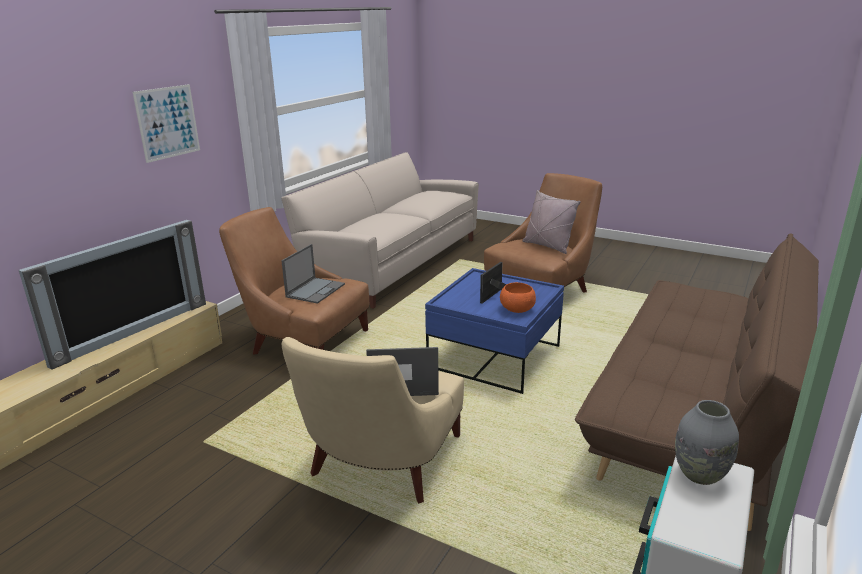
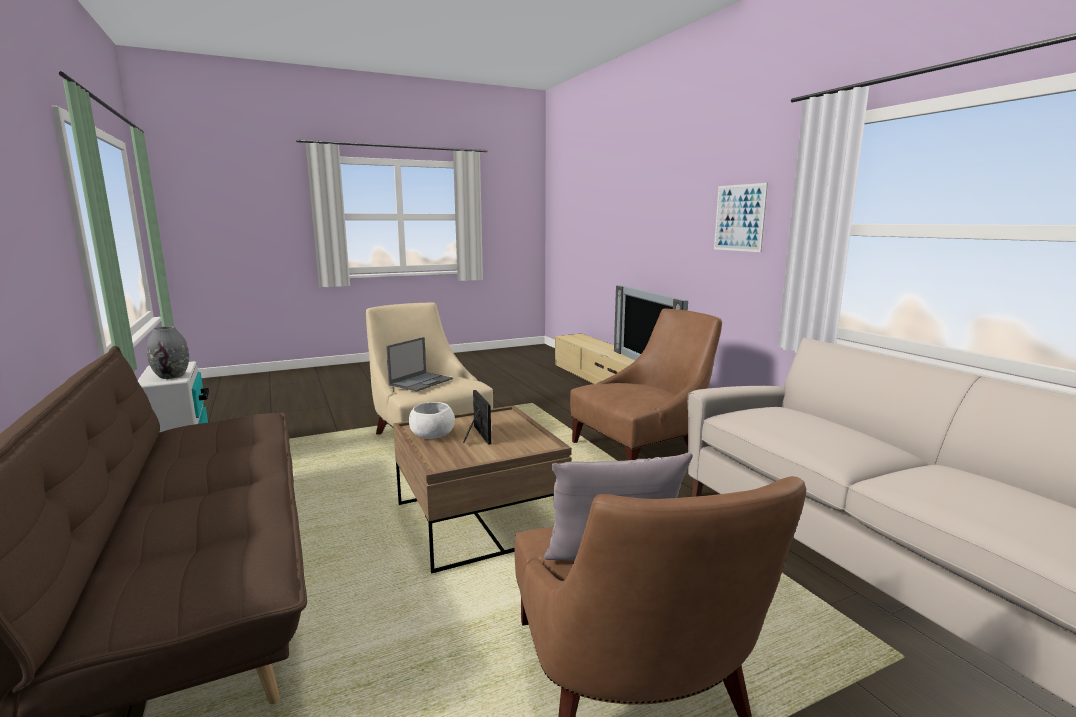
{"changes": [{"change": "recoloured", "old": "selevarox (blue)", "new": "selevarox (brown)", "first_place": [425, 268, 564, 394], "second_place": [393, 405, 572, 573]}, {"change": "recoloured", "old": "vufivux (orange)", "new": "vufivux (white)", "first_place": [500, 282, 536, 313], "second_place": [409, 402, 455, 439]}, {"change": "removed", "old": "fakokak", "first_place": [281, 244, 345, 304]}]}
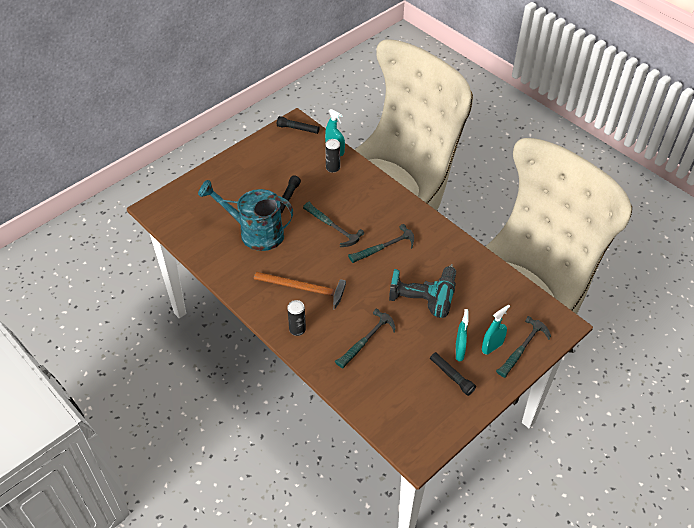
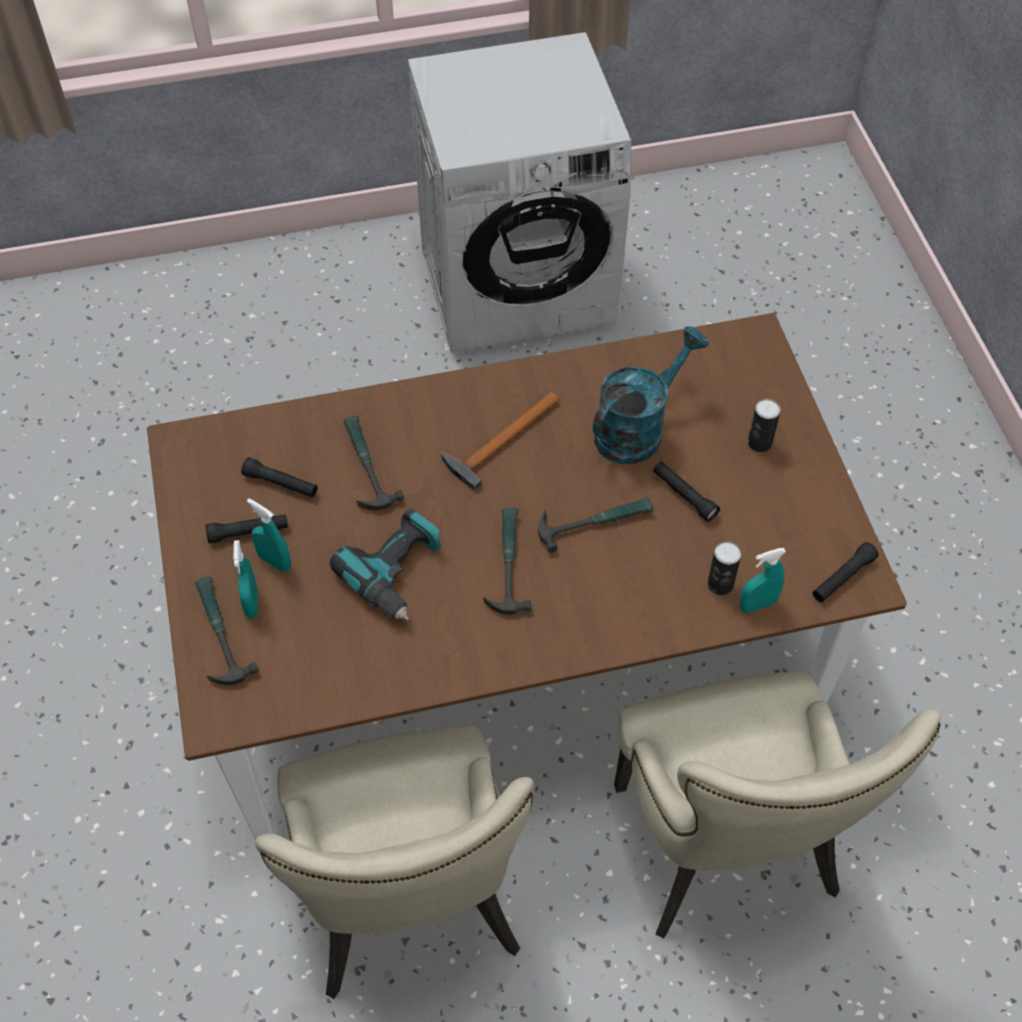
{"changes": [{"change": "added", "new": "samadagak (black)", "second_place": [241, 457, 318, 498]}, {"change": "moved", "old": "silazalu", "first_place": [287, 300, 306, 336], "second_place": [748, 399, 781, 452]}]}
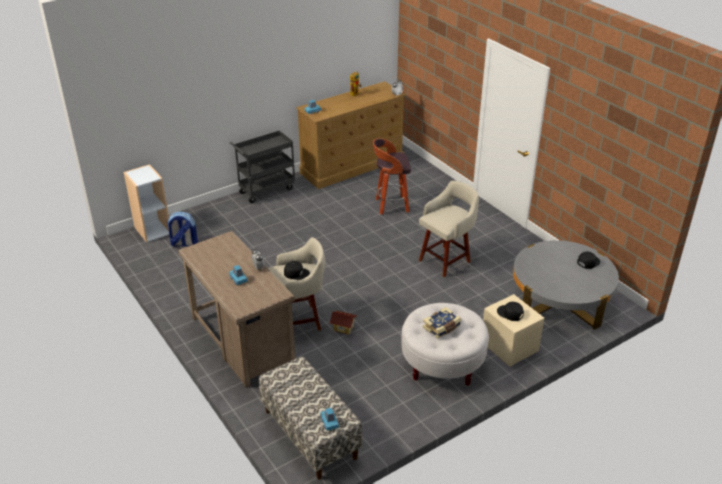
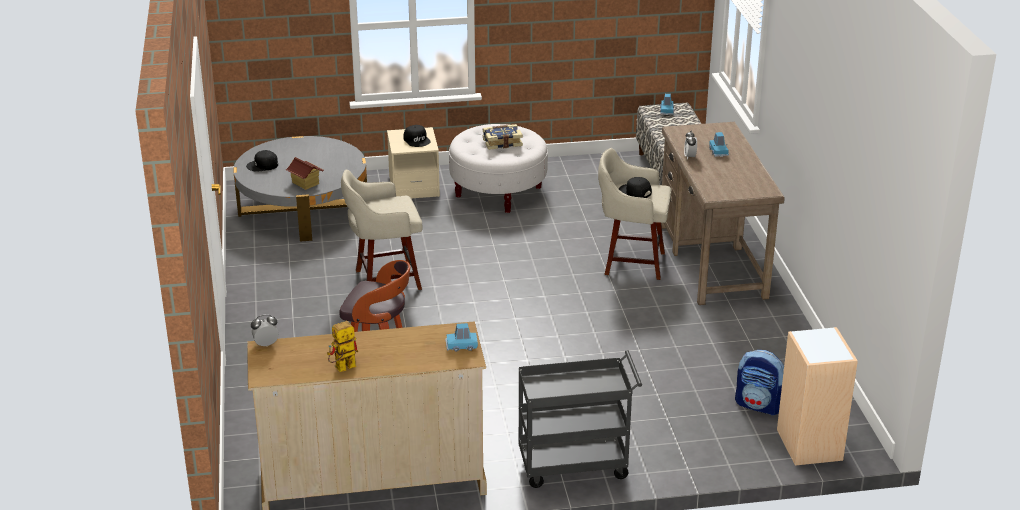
{"changes": [{"change": "moved", "old": "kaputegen", "first_place": [330, 311, 358, 335], "second_place": [285, 157, 324, 190]}]}
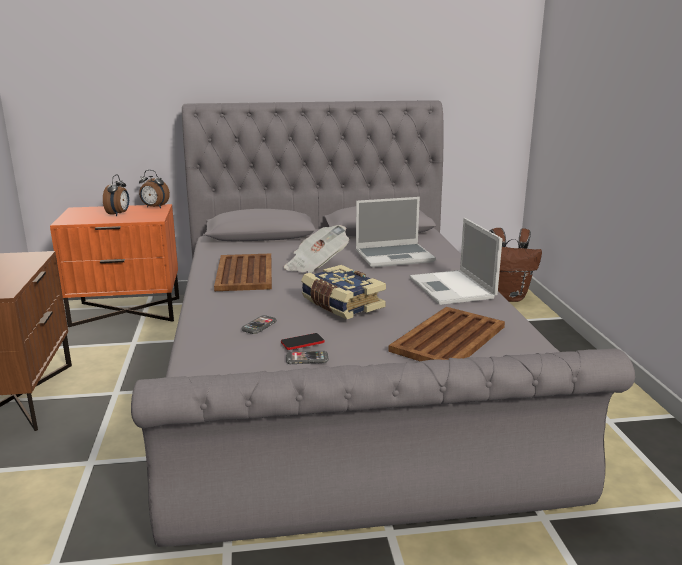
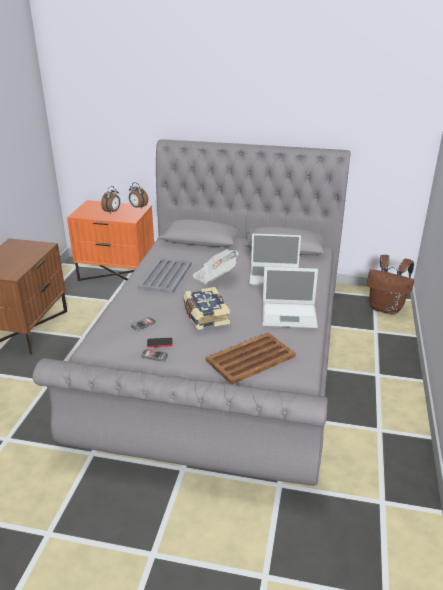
{"changes": [{"change": "recoloured", "old": "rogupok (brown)", "new": "rogupok (grey)", "first_place": [214, 253, 272, 291], "second_place": [137, 258, 192, 294]}, {"change": "turned", "old": "fakokak", "first_place": [409, 218, 502, 305], "second_place": [262, 267, 318, 328], "degrees": -90}]}
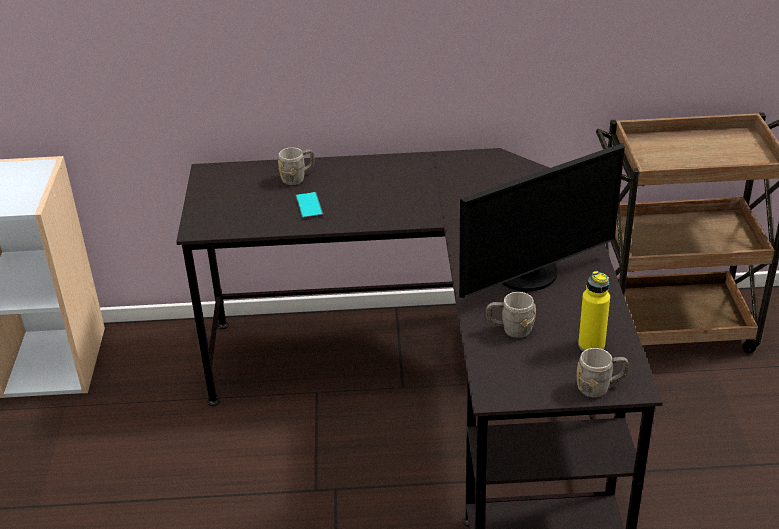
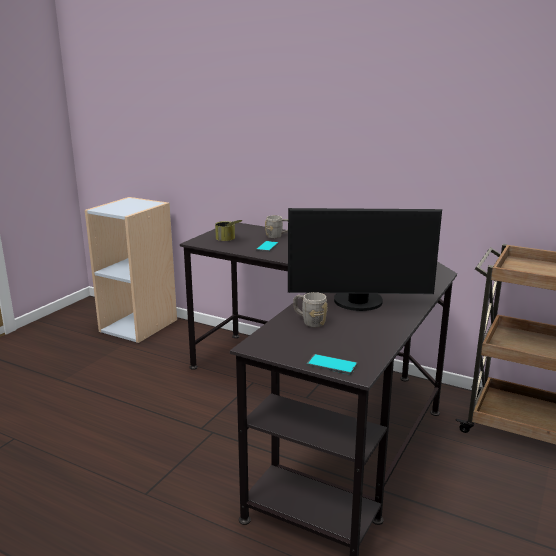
{"changes": [{"change": "added", "new": "silazalu", "second_place": [215, 220, 243, 241]}, {"change": "replaced", "old": "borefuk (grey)", "new": "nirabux", "first_place": [577, 348, 629, 398], "second_place": [307, 354, 357, 375]}, {"change": "removed", "old": "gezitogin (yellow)", "first_place": [578, 271, 610, 351]}]}
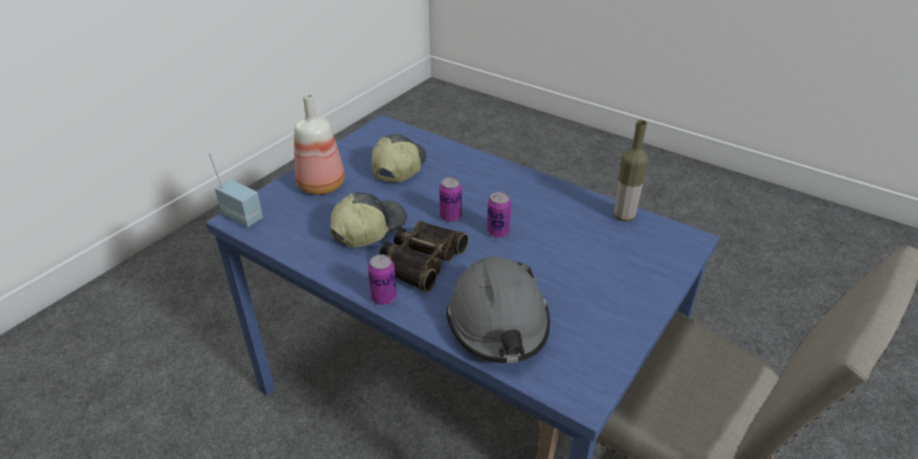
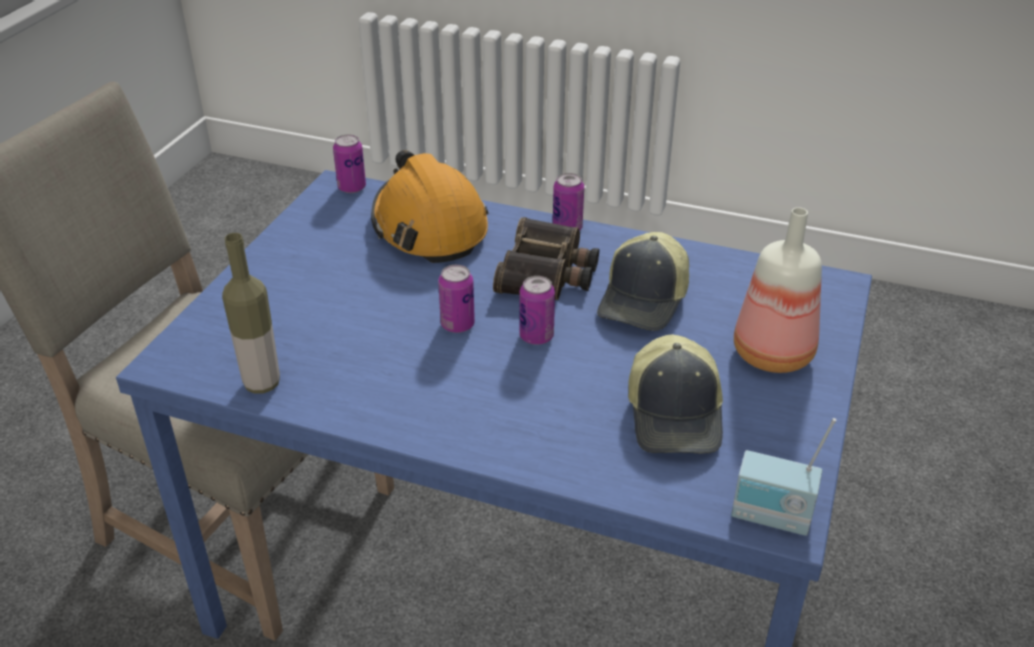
{"changes": [{"change": "added", "new": "silazalu", "second_place": [333, 134, 366, 193]}, {"change": "recoloured", "old": "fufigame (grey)", "new": "fufigame (orange)", "first_place": [446, 256, 550, 363], "second_place": [371, 150, 489, 263]}, {"change": "moved", "old": "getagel", "first_place": [208, 153, 263, 227], "second_place": [731, 418, 836, 536]}]}
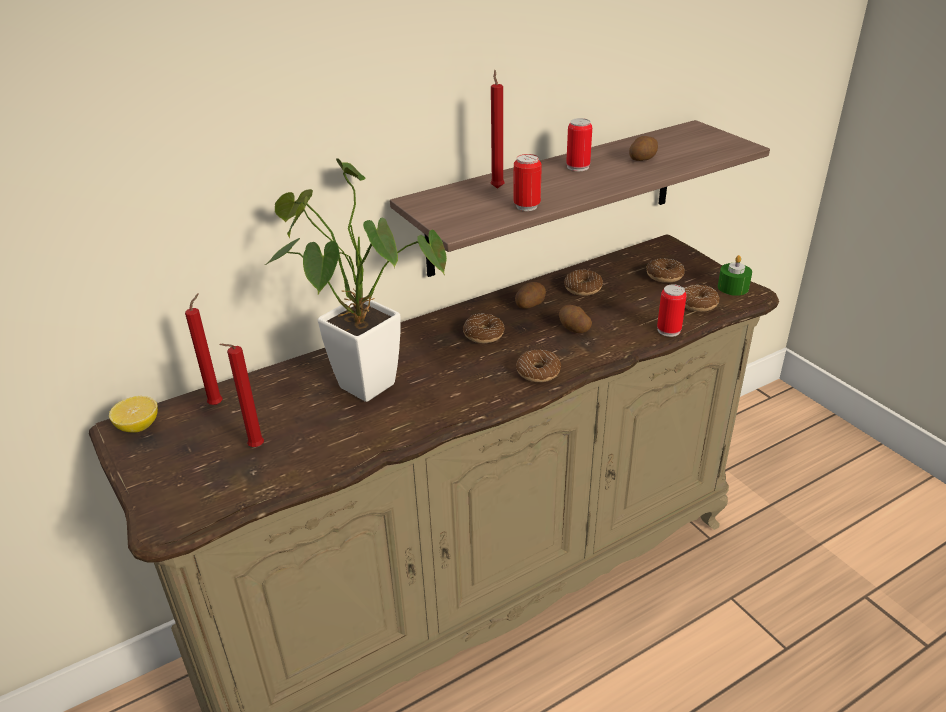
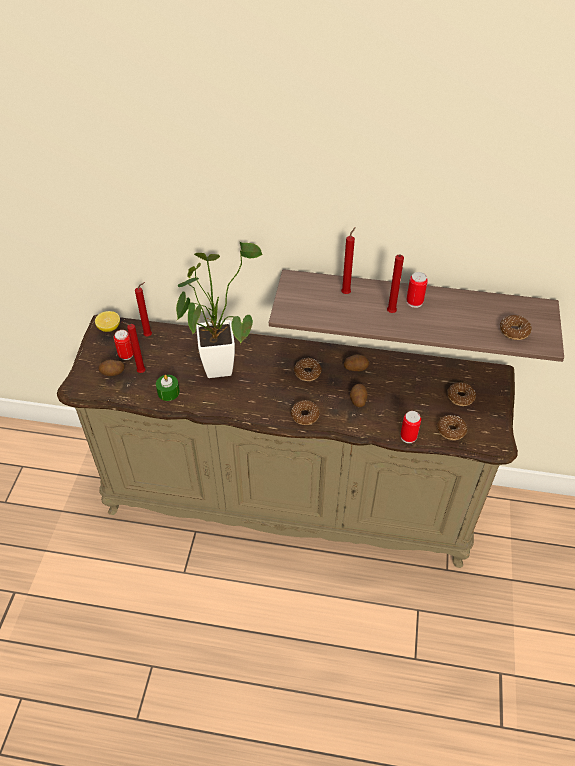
{"changes": [{"change": "moved", "old": "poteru", "first_place": [629, 136, 658, 161], "second_place": [98, 360, 125, 376]}, {"change": "moved", "old": "silazalu", "first_place": [513, 154, 542, 211], "second_place": [114, 330, 134, 360]}, {"change": "moved", "old": "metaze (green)", "first_place": [718, 255, 752, 296], "second_place": [156, 375, 180, 401]}, {"change": "added", "new": "metaze (red)", "second_place": [387, 255, 404, 313]}, {"change": "moved", "old": "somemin", "first_place": [564, 269, 603, 296], "second_place": [500, 315, 532, 340]}]}
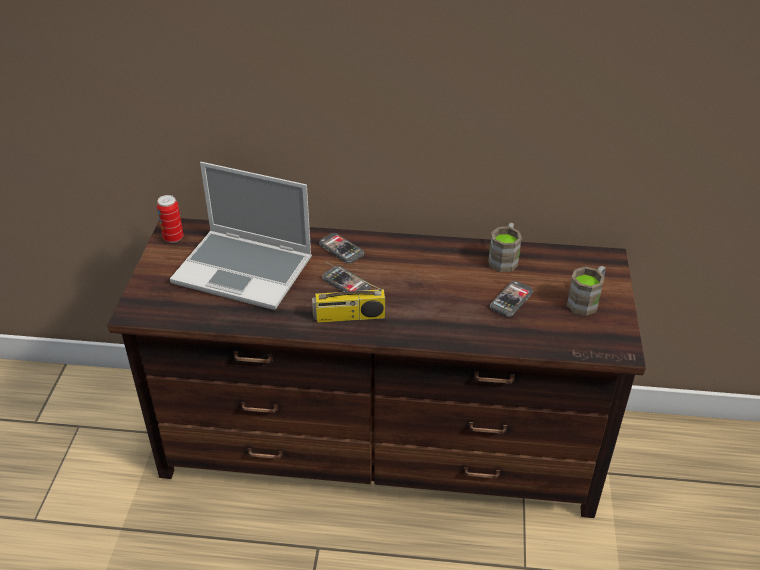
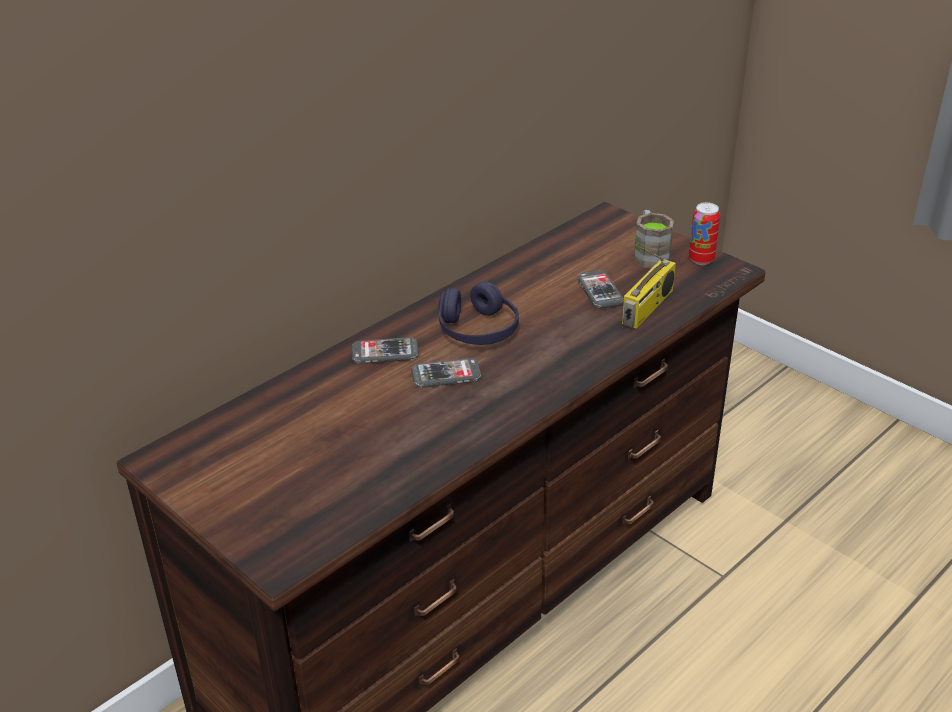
{"changes": [{"change": "added", "new": "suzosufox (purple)", "second_place": [438, 281, 519, 345]}, {"change": "moved", "old": "getagel", "first_place": [312, 261, 385, 323], "second_place": [622, 245, 676, 329]}, {"change": "moved", "old": "silazalu", "first_place": [157, 195, 183, 243], "second_place": [689, 202, 720, 265]}, {"change": "removed", "old": "fakokak", "first_place": [170, 162, 312, 310]}, {"change": "removed", "old": "borefuk (brown)", "first_place": [488, 223, 522, 272]}]}
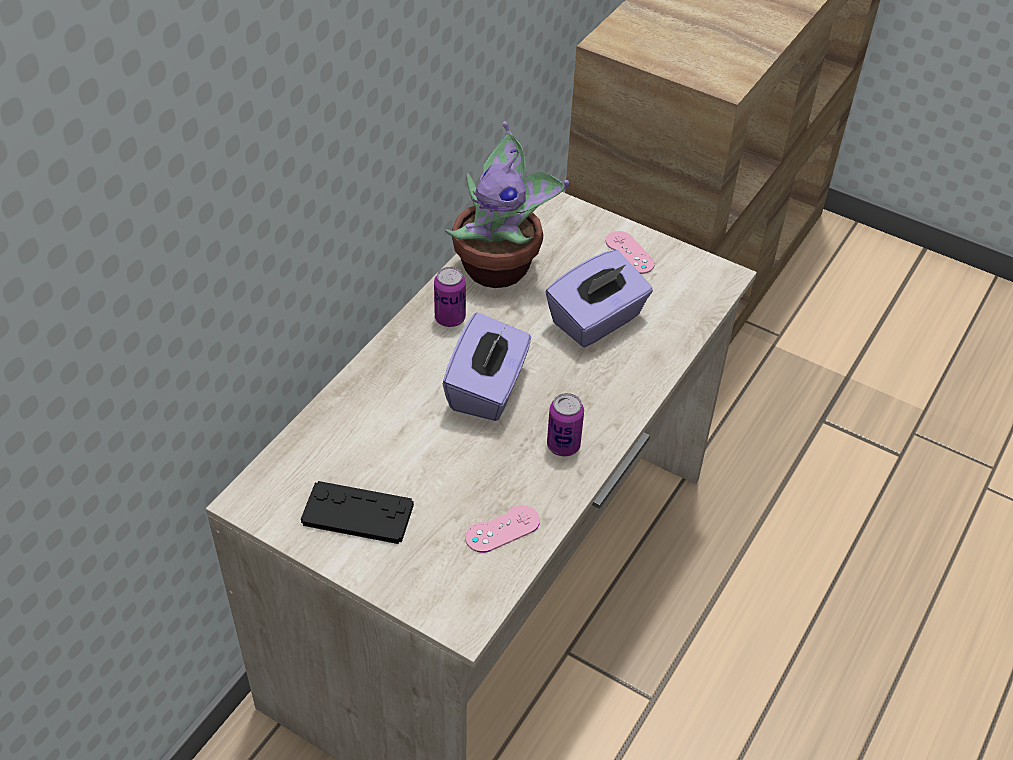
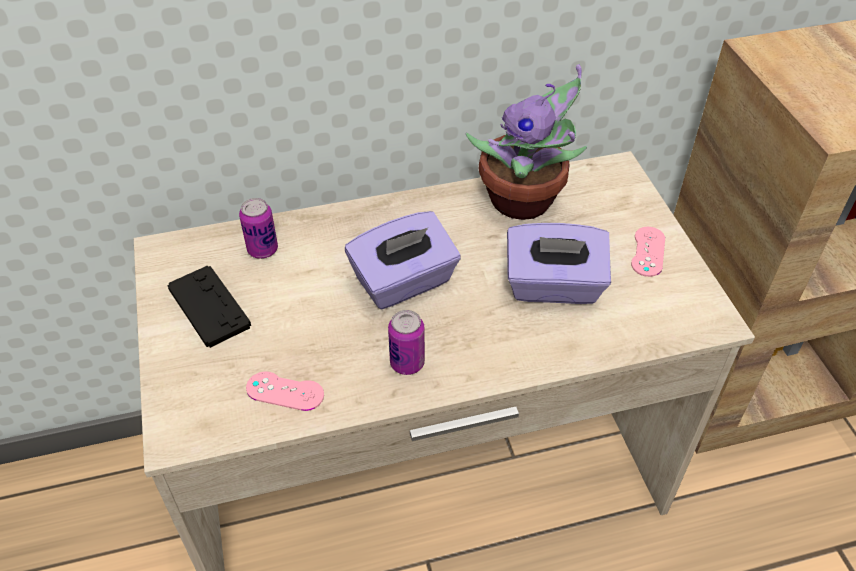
{"changes": [{"change": "moved", "old": "silazalu", "first_place": [434, 267, 466, 327], "second_place": [239, 198, 278, 259]}]}
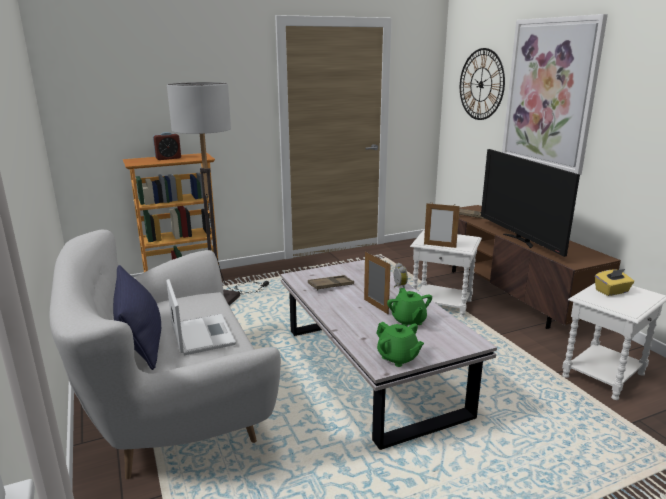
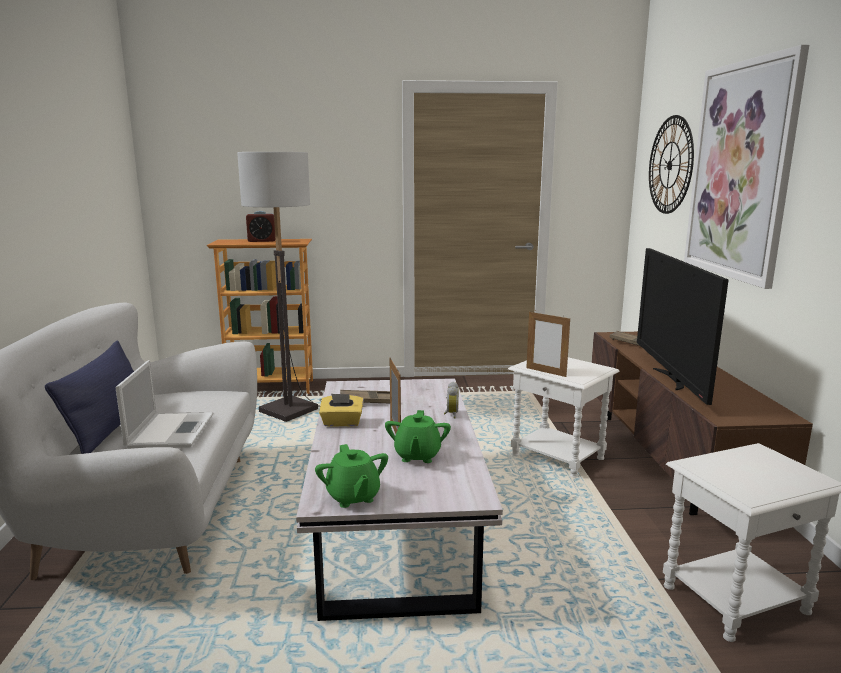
{"changes": [{"change": "moved", "old": "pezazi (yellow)", "first_place": [595, 269, 634, 296], "second_place": [319, 394, 364, 427]}]}
